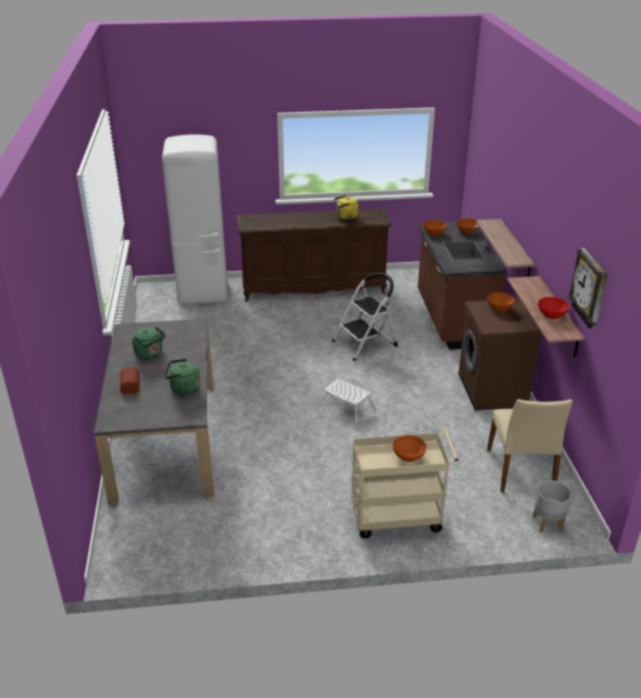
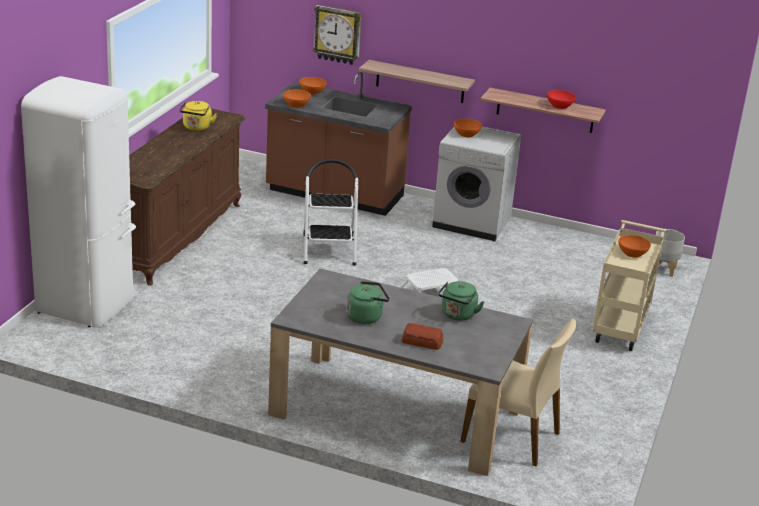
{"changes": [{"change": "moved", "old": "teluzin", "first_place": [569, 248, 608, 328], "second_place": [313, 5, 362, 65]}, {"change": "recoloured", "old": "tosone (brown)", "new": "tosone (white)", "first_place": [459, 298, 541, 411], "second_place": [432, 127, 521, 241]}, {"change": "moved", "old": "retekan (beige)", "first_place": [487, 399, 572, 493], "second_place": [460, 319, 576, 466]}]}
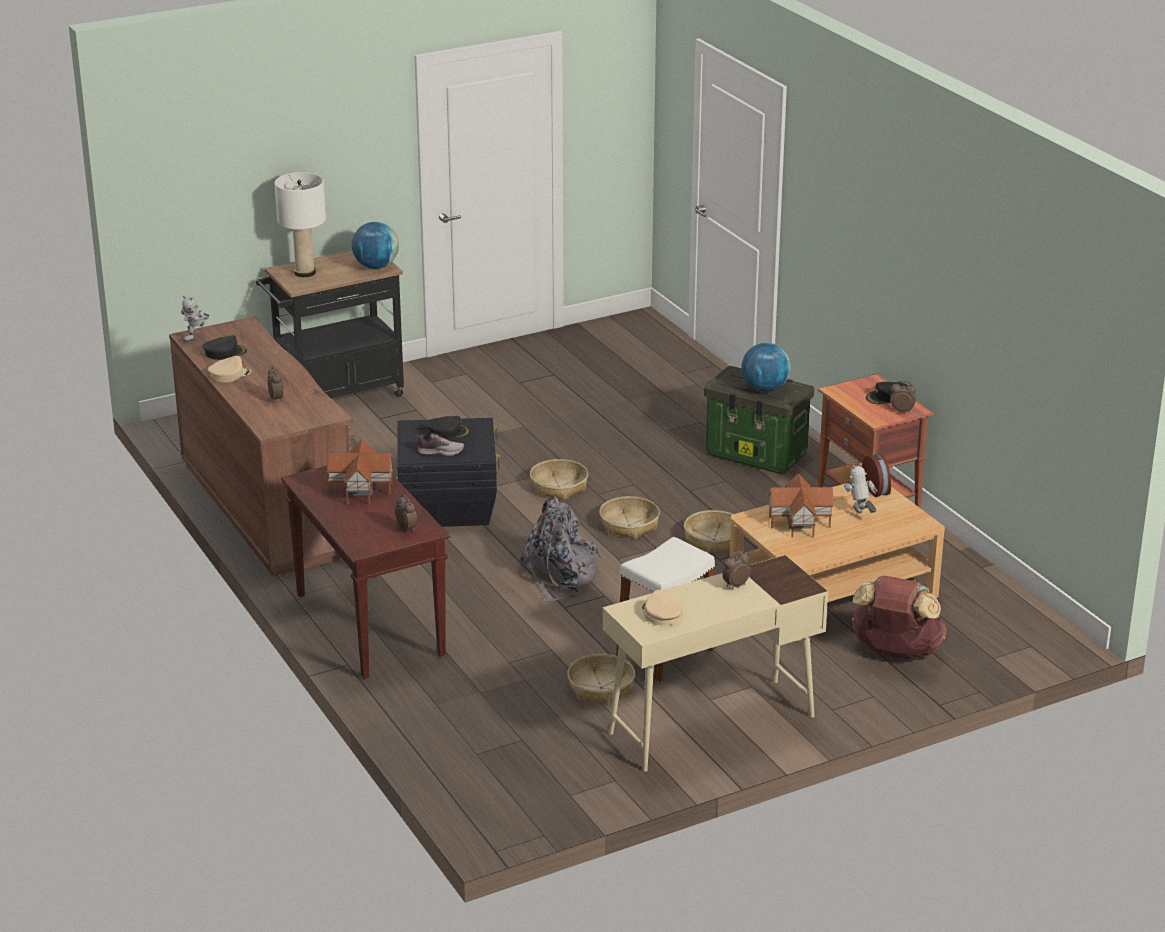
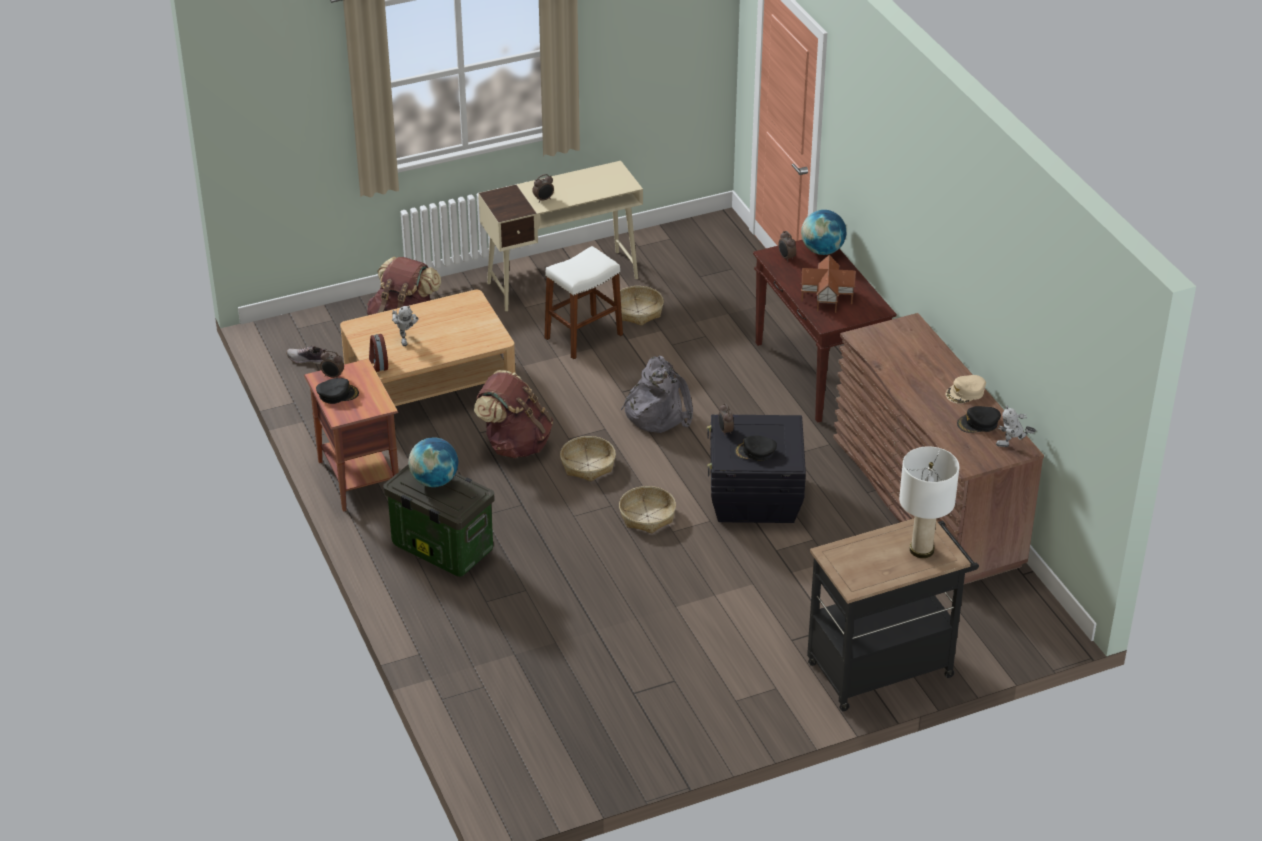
{"changes": [{"change": "moved", "old": "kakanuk", "first_place": [416, 433, 464, 456], "second_place": [287, 345, 326, 364]}, {"change": "replaced", "old": "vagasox", "new": "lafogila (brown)", "first_place": [684, 510, 733, 554], "second_place": [474, 370, 553, 458]}, {"change": "moved", "old": "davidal", "first_place": [268, 366, 283, 402], "second_place": [718, 403, 734, 436]}, {"change": "moved", "old": "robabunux", "first_place": [352, 222, 399, 269], "second_place": [801, 210, 846, 255]}, {"change": "turned", "old": "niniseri", "first_place": [181, 296, 209, 342], "second_place": [996, 406, 1036, 447], "degrees": -135}, {"change": "removed", "old": "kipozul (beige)", "first_place": [642, 590, 683, 626]}, {"change": "removed", "old": "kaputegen", "first_place": [768, 473, 834, 538]}]}
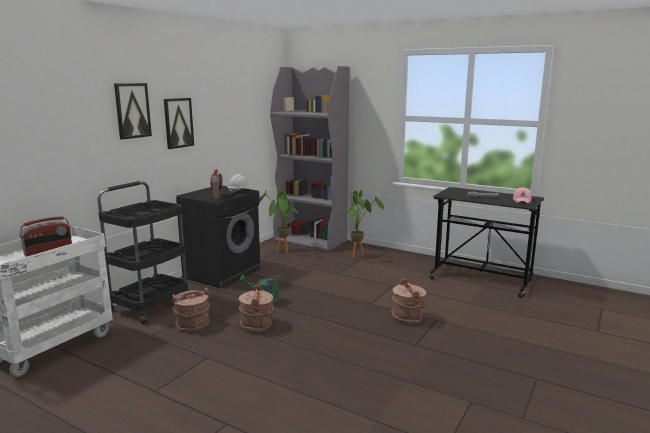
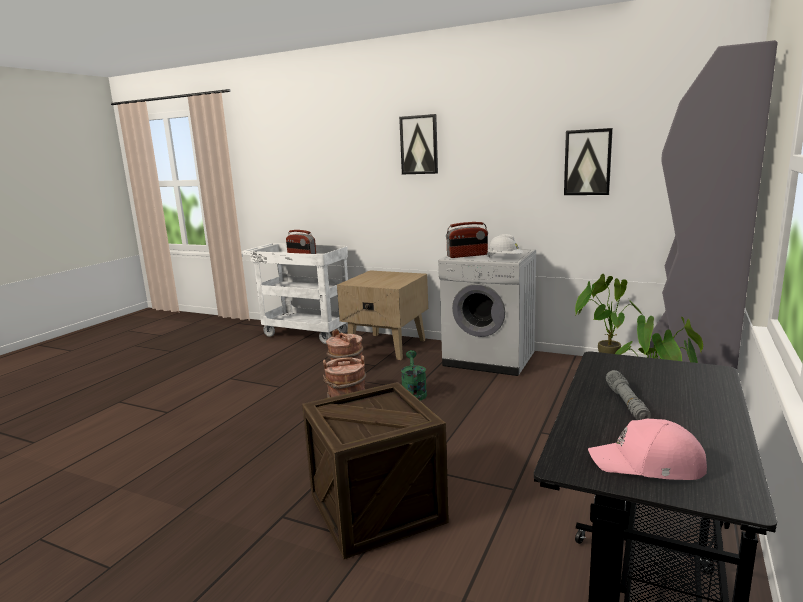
{"changes": [{"change": "replaced", "old": "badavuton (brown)", "new": "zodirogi", "first_place": [391, 279, 427, 324], "second_place": [302, 382, 449, 559]}, {"change": "replaced", "old": "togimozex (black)", "new": "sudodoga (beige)", "first_place": [97, 181, 188, 325], "second_place": [337, 270, 428, 360]}, {"change": "recoloured", "old": "tosone (black)", "new": "tosone (white)", "first_place": [176, 185, 260, 289], "second_place": [438, 248, 536, 376]}, {"change": "moved", "old": "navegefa", "first_place": [164, 98, 194, 149], "second_place": [564, 128, 613, 195]}]}
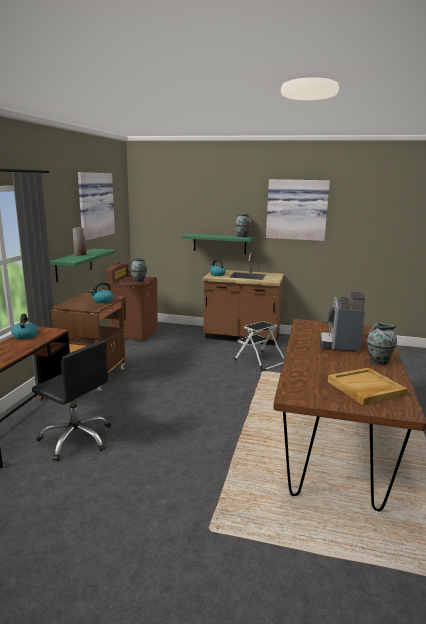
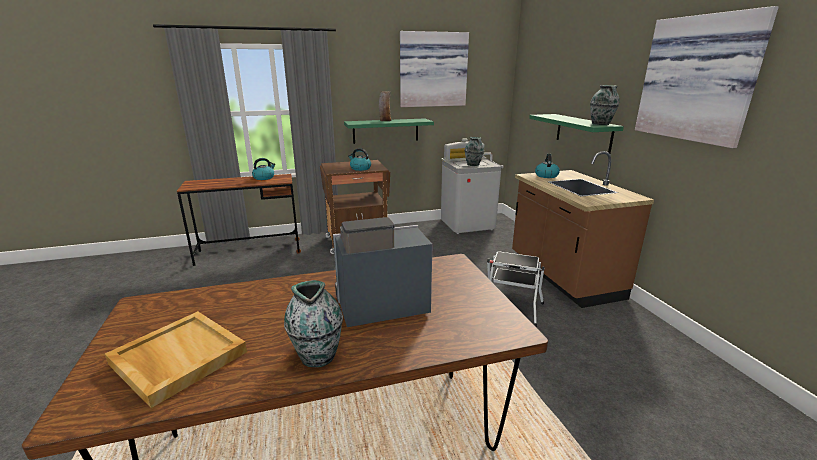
{"changes": [{"change": "recoloured", "old": "tosone (brown)", "new": "tosone (grey)", "first_place": [106, 261, 158, 341], "second_place": [441, 138, 503, 234]}, {"change": "removed", "old": "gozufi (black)", "first_place": [32, 340, 111, 461]}]}
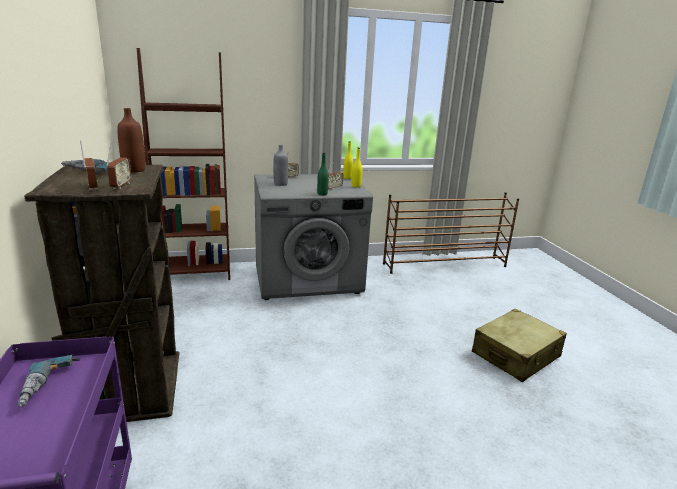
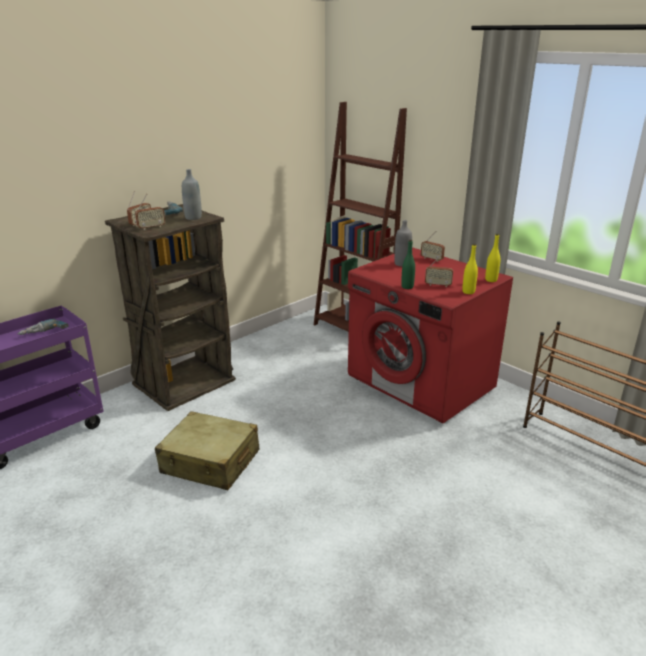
{"changes": [{"change": "moved", "old": "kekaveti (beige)", "first_place": [472, 309, 567, 382], "second_place": [155, 411, 259, 490]}, {"change": "recoloured", "old": "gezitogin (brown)", "new": "gezitogin (grey)", "first_place": [117, 108, 145, 173], "second_place": [182, 169, 202, 220]}, {"change": "recoloured", "old": "tosone (grey)", "new": "tosone (red)", "first_place": [254, 174, 373, 300], "second_place": [348, 247, 513, 423]}]}
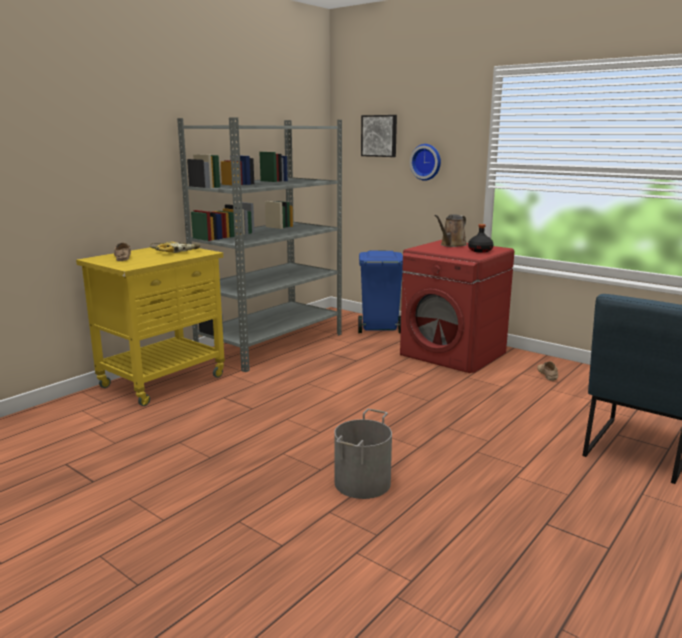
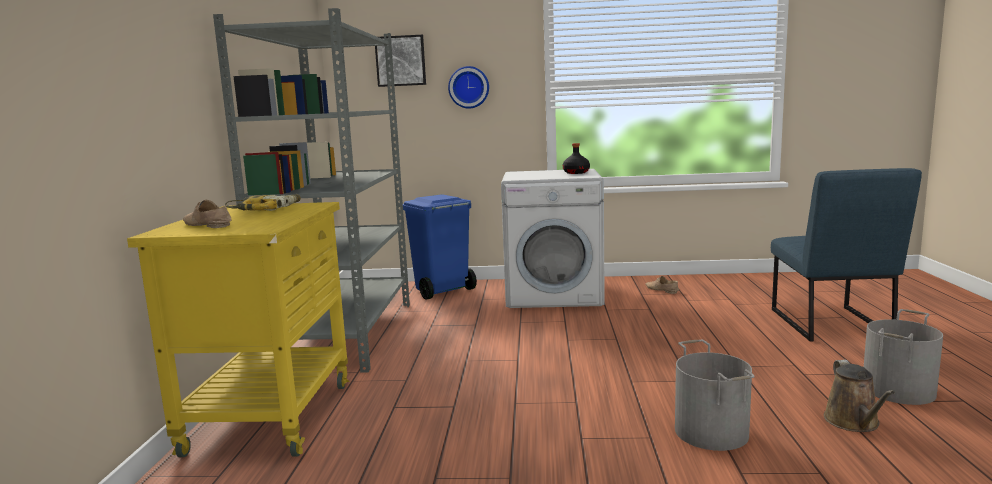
{"changes": [{"change": "recoloured", "old": "tosone (red)", "new": "tosone (white)", "first_place": [400, 240, 514, 373], "second_place": [501, 169, 605, 308]}, {"change": "moved", "old": "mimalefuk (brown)", "first_place": [435, 214, 467, 247], "second_place": [824, 360, 895, 432]}, {"change": "added", "new": "badavuton (grey)", "second_place": [864, 309, 943, 405]}]}
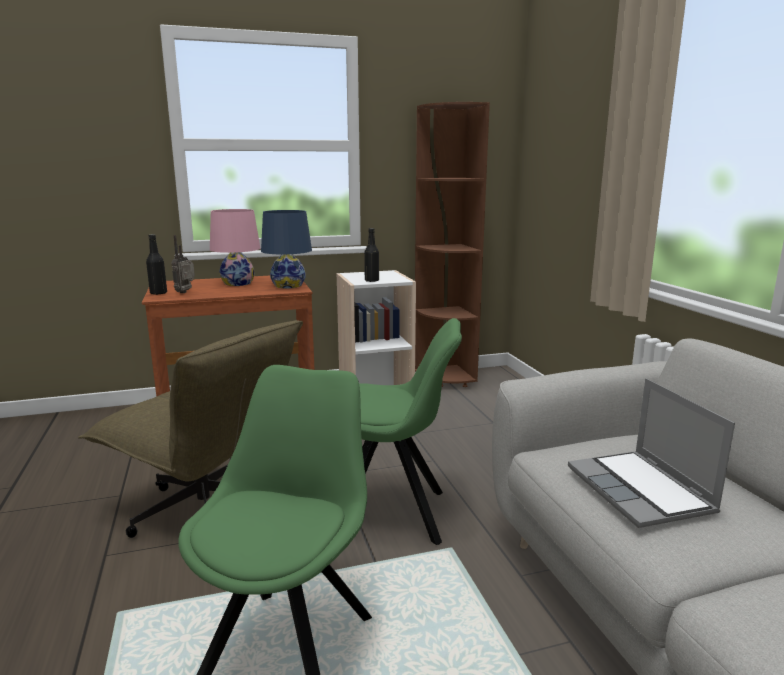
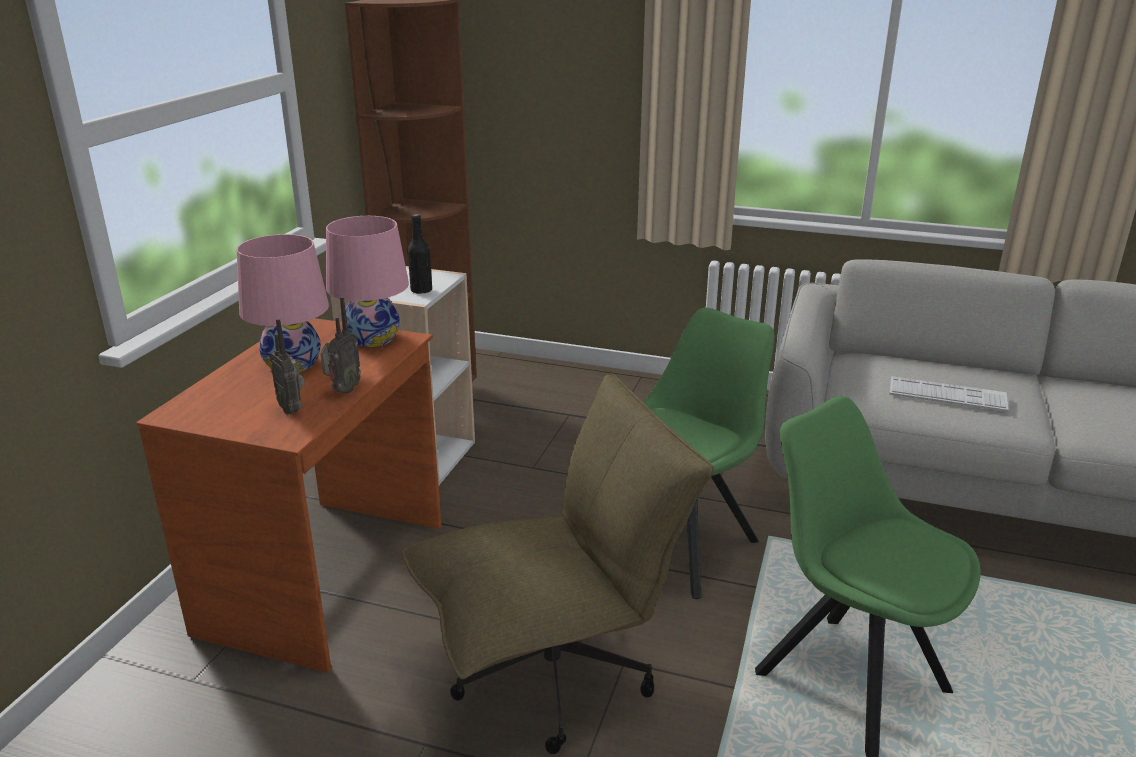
{"changes": [{"change": "added", "new": "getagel", "second_place": [321, 296, 361, 394]}, {"change": "recoloured", "old": "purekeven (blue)", "new": "purekeven (pink)", "first_place": [261, 210, 312, 289], "second_place": [326, 216, 409, 347]}, {"change": "replaced", "old": "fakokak", "new": "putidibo", "first_place": [568, 378, 735, 528], "second_place": [889, 376, 1008, 412]}, {"change": "removed", "old": "gezitogin (black)", "first_place": [146, 234, 167, 295]}]}
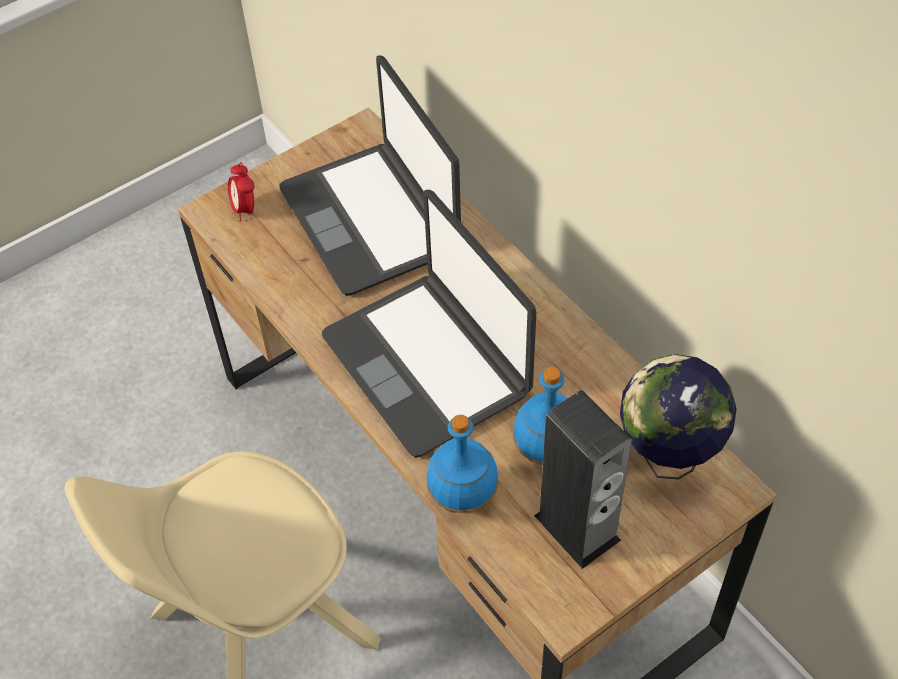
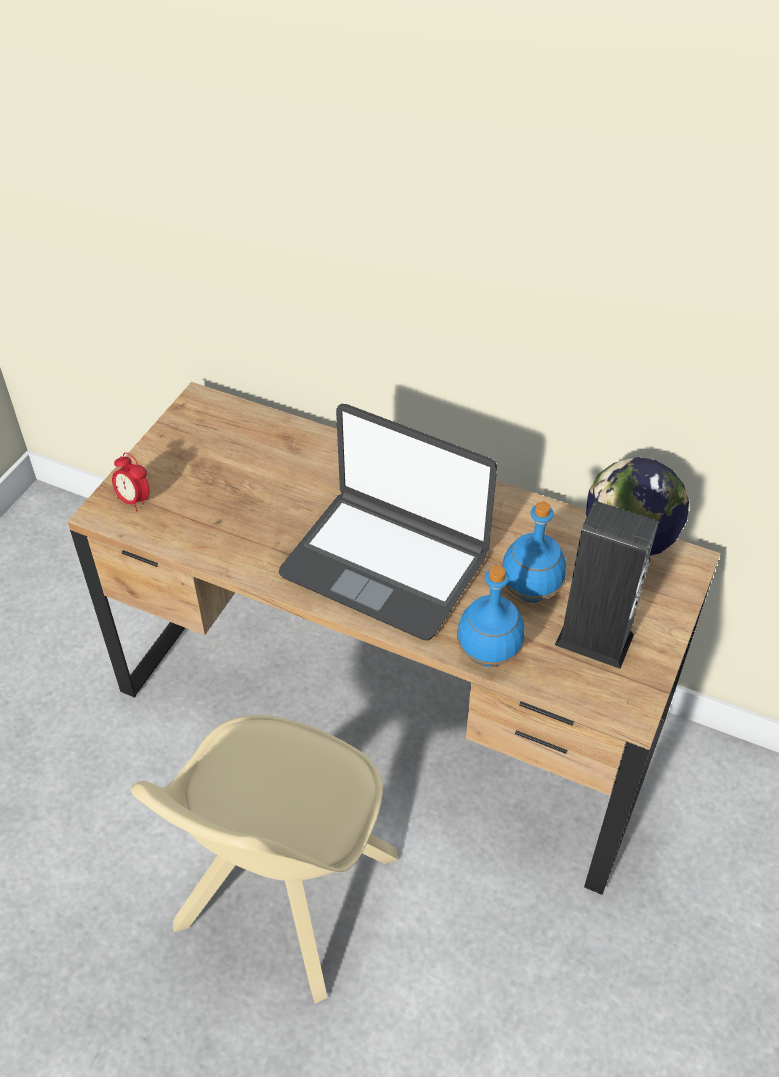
{"changes": [{"change": "removed", "old": "fakokak", "first_place": [280, 55, 461, 296]}]}
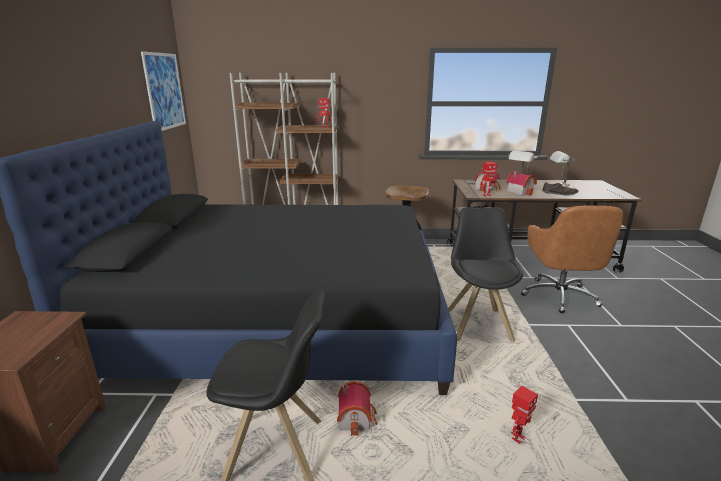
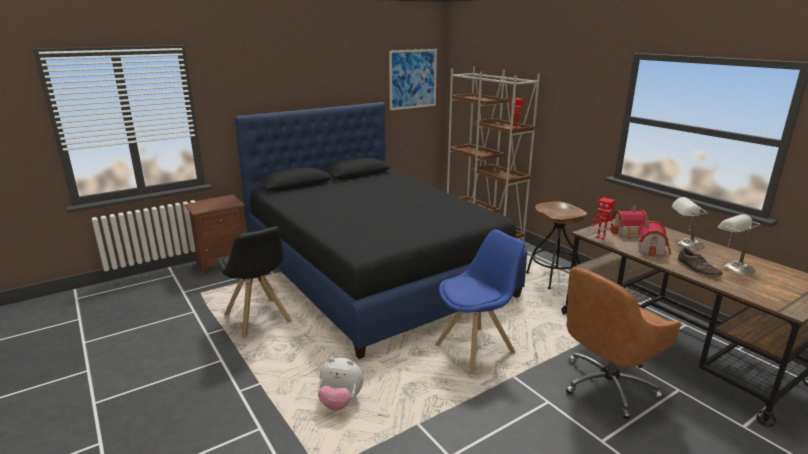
{"changes": [{"change": "replaced", "old": "niniseri", "new": "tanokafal", "first_place": [511, 386, 538, 445], "second_place": [318, 358, 363, 410]}, {"change": "recoloured", "old": "retekan (black)", "new": "retekan (blue)", "first_place": [448, 207, 523, 342], "second_place": [435, 229, 525, 374]}, {"change": "removed", "old": "kaputegen", "first_place": [337, 381, 378, 436]}]}
